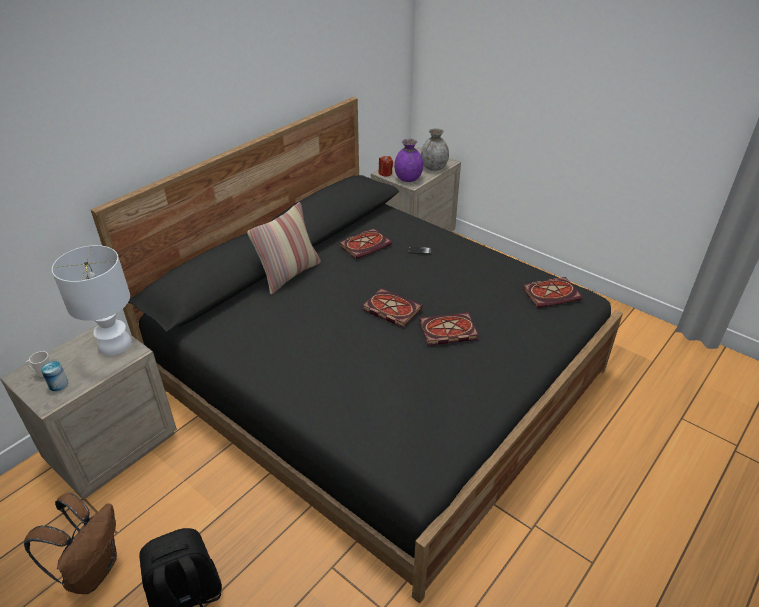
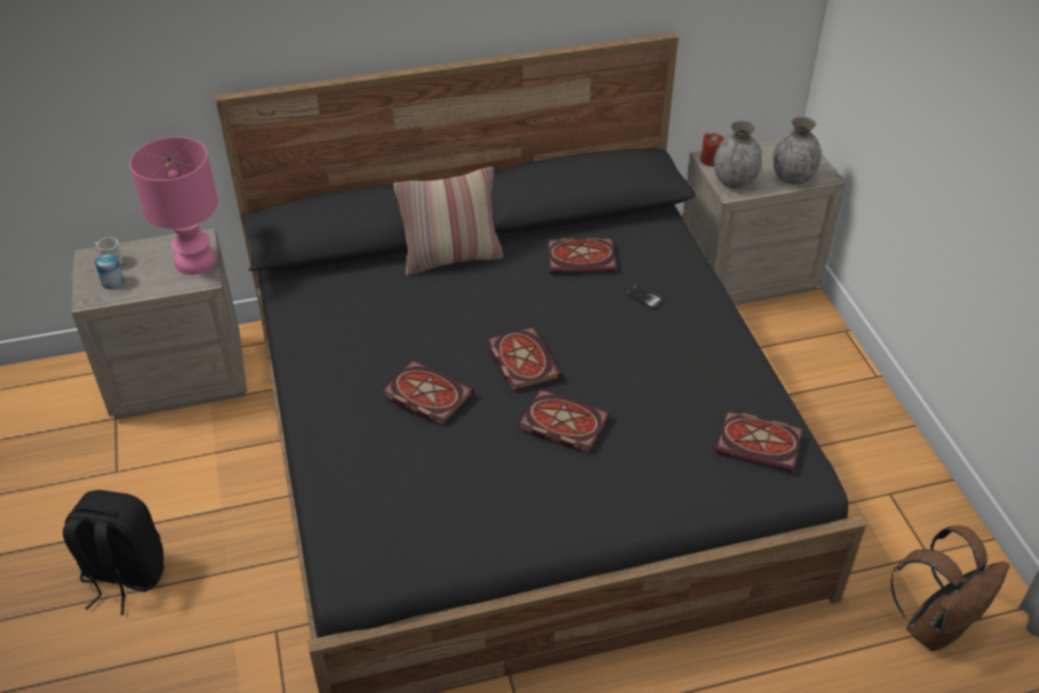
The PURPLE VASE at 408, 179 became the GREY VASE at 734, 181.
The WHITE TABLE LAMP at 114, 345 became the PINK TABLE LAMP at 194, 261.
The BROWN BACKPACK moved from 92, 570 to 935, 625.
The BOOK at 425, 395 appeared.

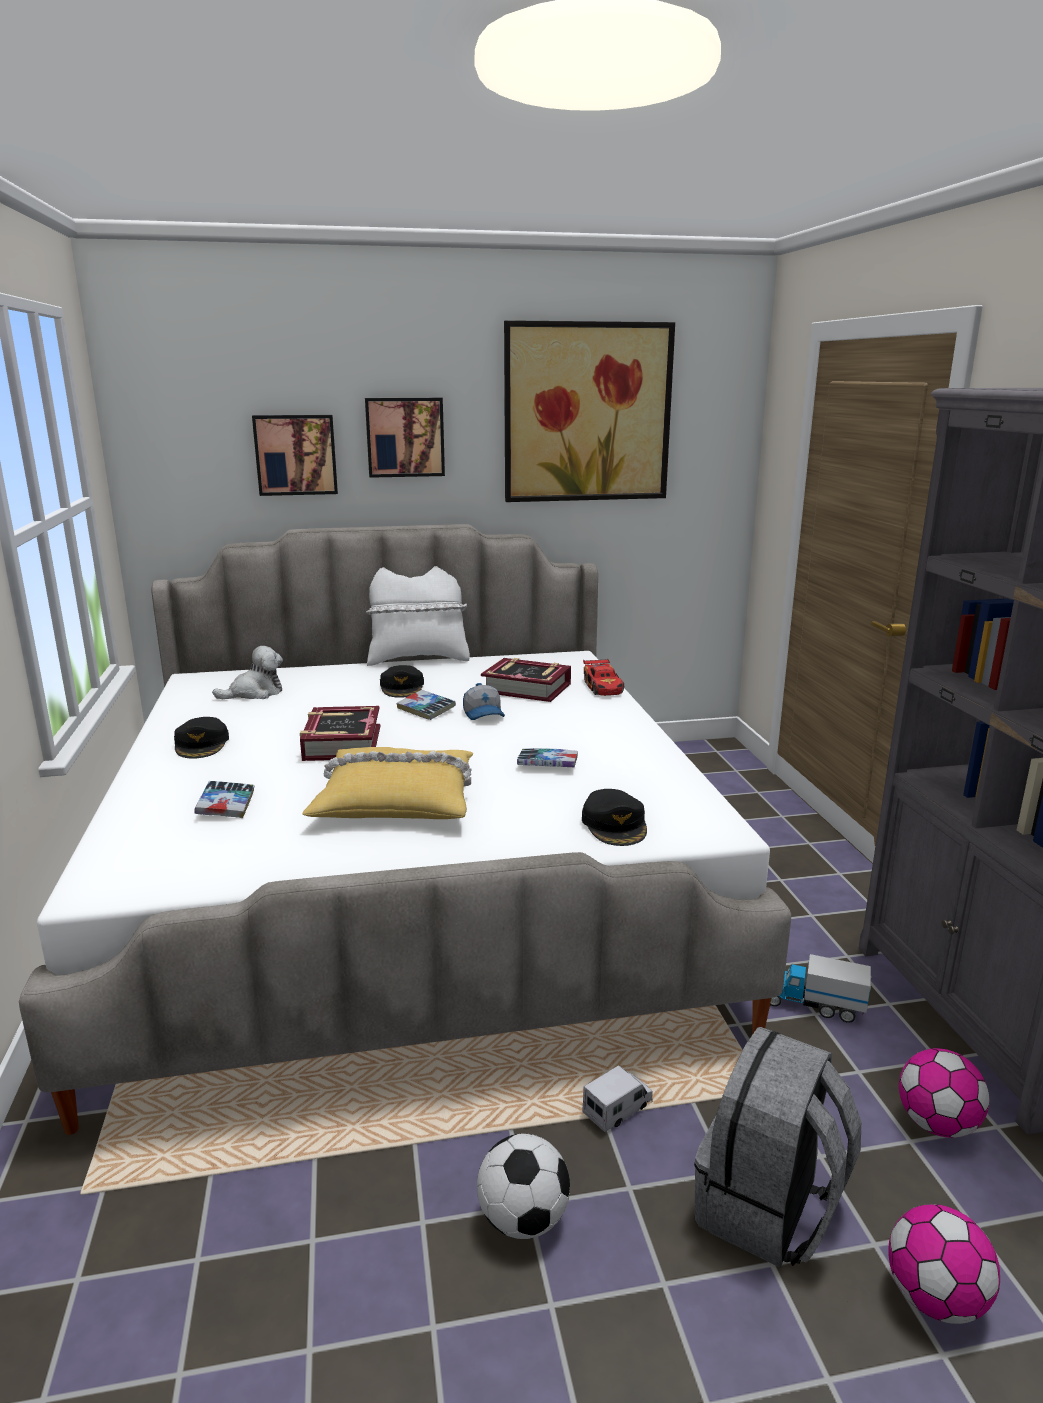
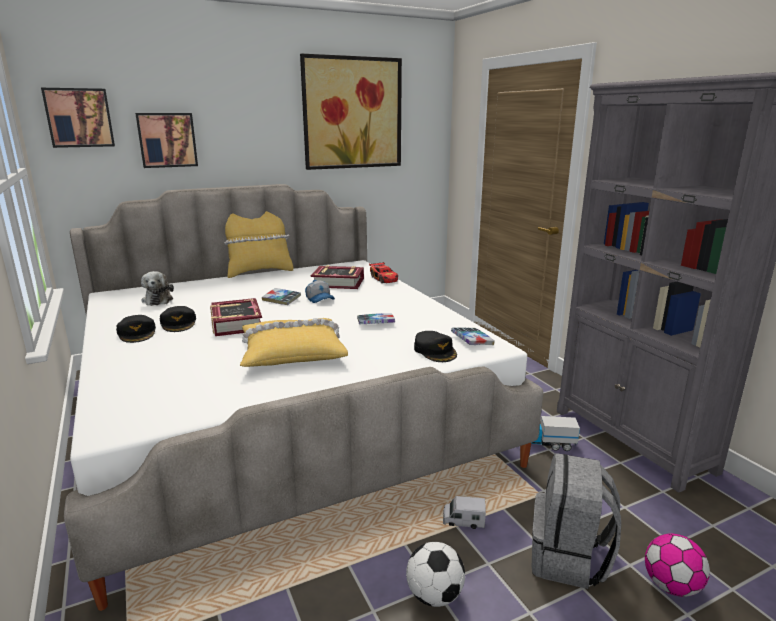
The PICTURE moved from 405, 437 to 79, 118.
The WHITE PILLOW at 417, 659 became the YELLOW PILLOW at 259, 271.
The PLUSH TOY at 254, 693 turned 120 degrees clockwise.
The BLACK CAP moved from 402, 687 to 179, 323.
The BOOK moved from 226, 805 to 472, 340.
The FOOTBALL at 936, 1124 disappeared.
The TOY TRUCK at 618, 1109 turned 120 degrees counterclockwise.

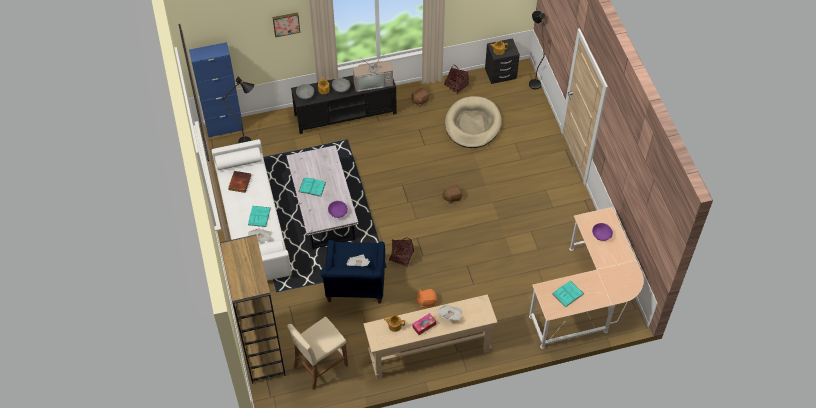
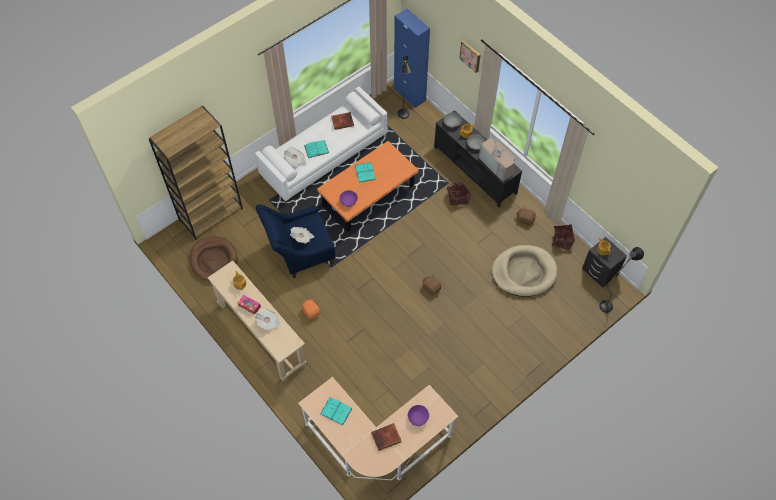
The WHITE COFFEE TABLE at 323, 206 became the ORANGE COFFEE TABLE at 369, 196.
The BASKET moved from 401, 256 to 457, 198.
The BEIGE STOOL at 320, 366 was replaced by the BROWN DOG BED at 214, 260.
The BOOK at 386, 438 appeared.

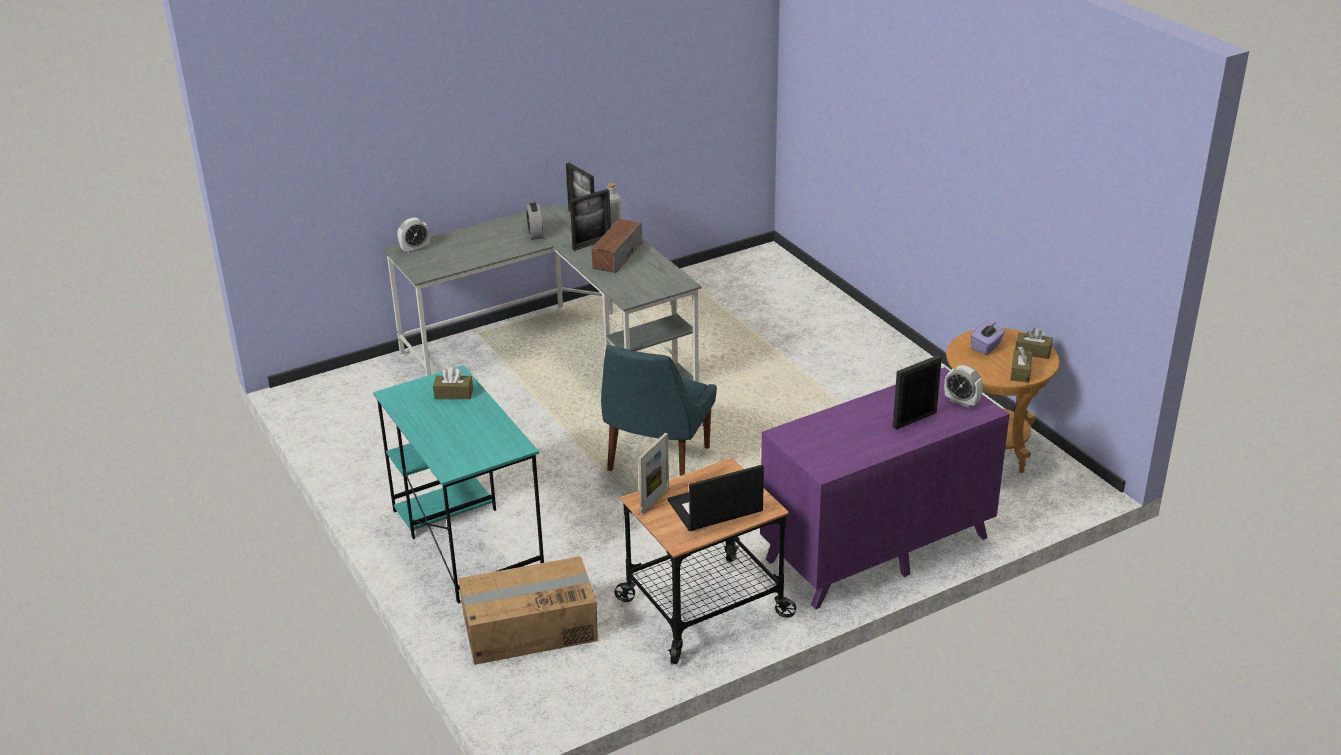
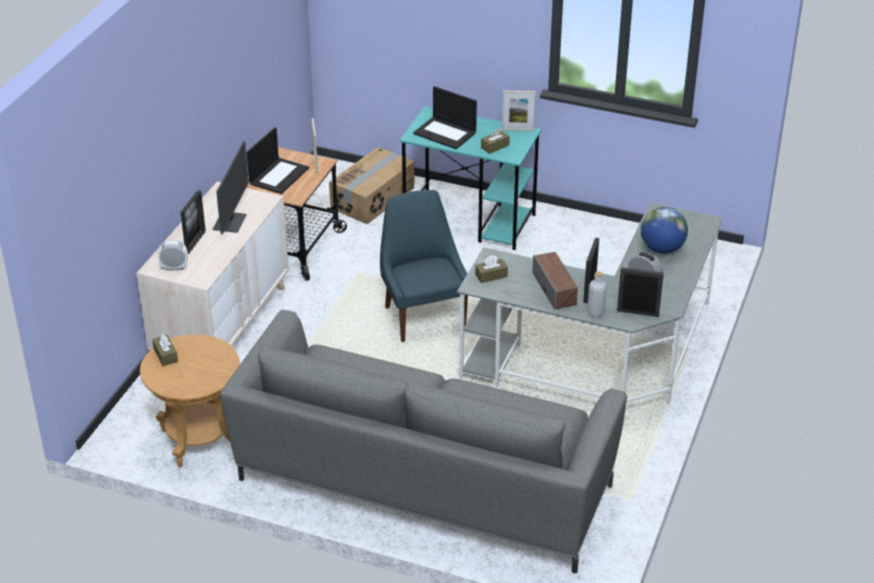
The ALARM CLOCK at 415, 249 disappeared.
The PURPLE TISSUE BOX at 986, 347 disappeared.
The BROWN TISSUE BOX moved from 1032, 352 to 491, 275.
The PURPLE DRESSER at 876, 548 became the BEIGE DRESSER at 222, 325.
The LAPTOP at 445, 133 appeared.
The PICTURE FRAME at 517, 130 appeared.
The MONITOR at 230, 222 appeared.
The GLOBE at 662, 249 appeared.
The GREY SOFA at 423, 484 appeared.

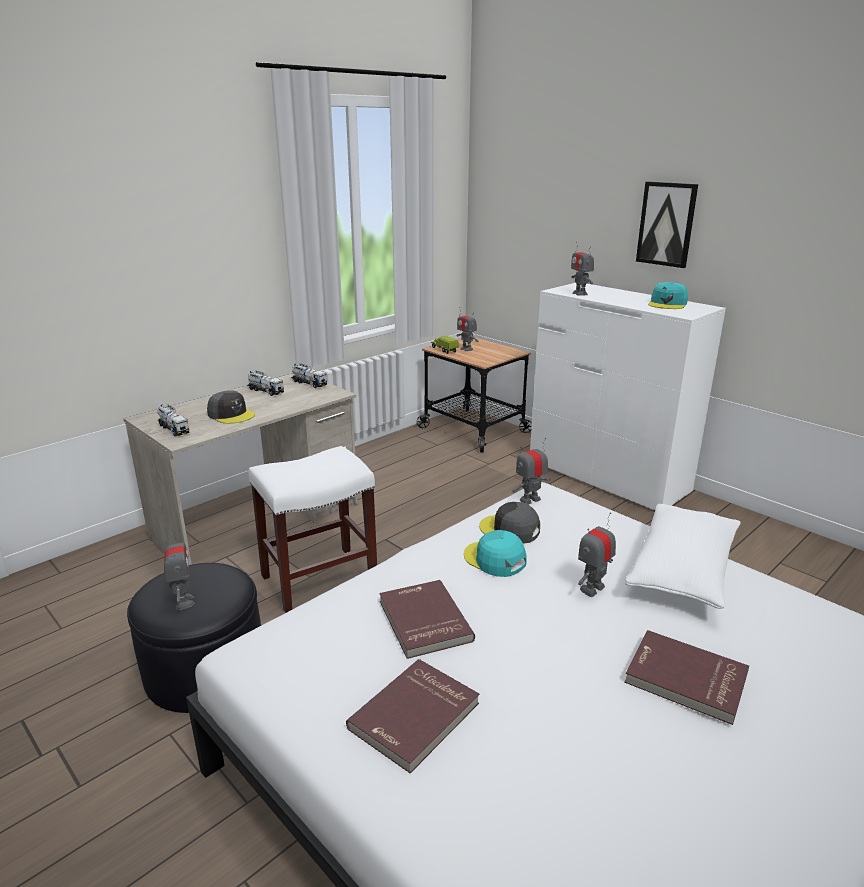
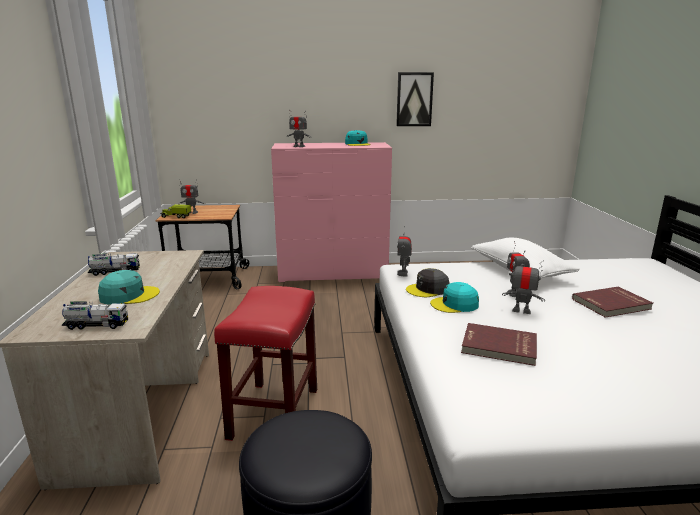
The PICTURE moved from 666, 224 to 414, 99.
The WHITE DRESSER at 607, 477 became the PINK DRESSER at 332, 273.
The TOY TRUCK at 309, 383 disappeared.
The GREY CAP at 231, 414 became the TURQUOISE CAP at 129, 295.
The WHITE STOOL at 318, 580 became the RED STOOL at 275, 413.
The TOY ROBOT moved from 183, 602 to 521, 310.
The RED BOOK at 416, 717 disappeared.

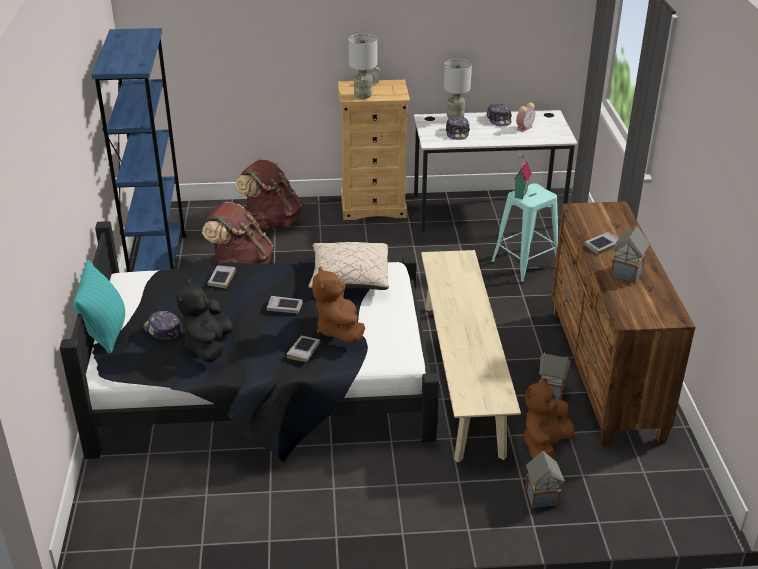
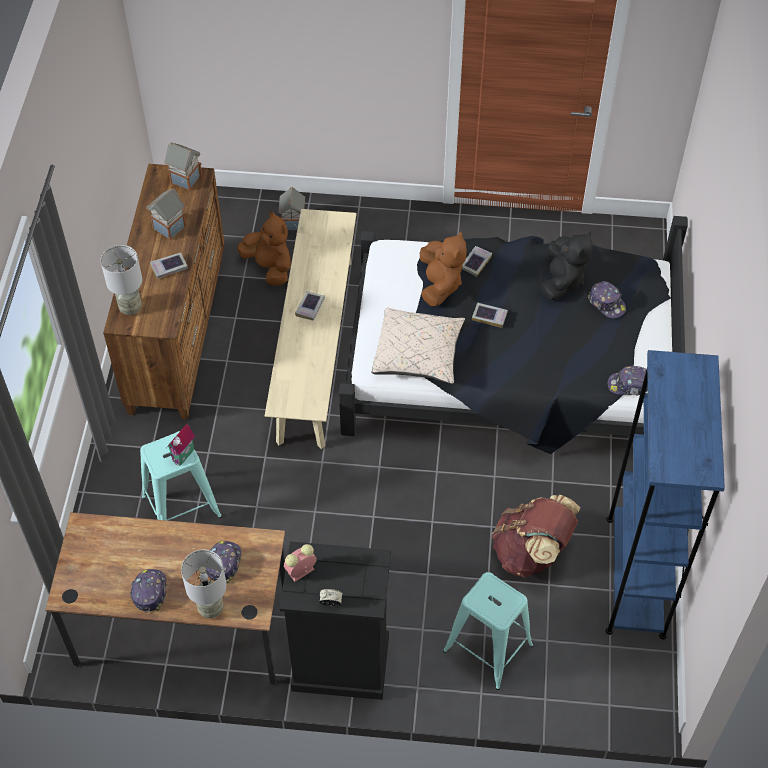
The GREY TABLE LAMP moved from 363, 96 to 130, 307.
The BEIGE DRESSER at 373, 207 became the BLACK DRESSER at 340, 664.
The ALARM CLOCK moved from 524, 128 to 300, 572.
The WHITE DESK at 487, 210 became the BROWN DESK at 183, 630.
The BROWN BACKPACK at 272, 222 was replaced by the TURQUOISE STOOL at 488, 648.
The TURQUOISE PILLOW at 105, 333 disappeared.
The BOOK moved from 221, 279 to 310, 307.
The TOY HOUSE moved from 551, 391 to 185, 179.
The BROWN PLUSH TOY at 544, 445 turned 90 degrees counterclockwise.
The CAP at 629, 385 appeared.

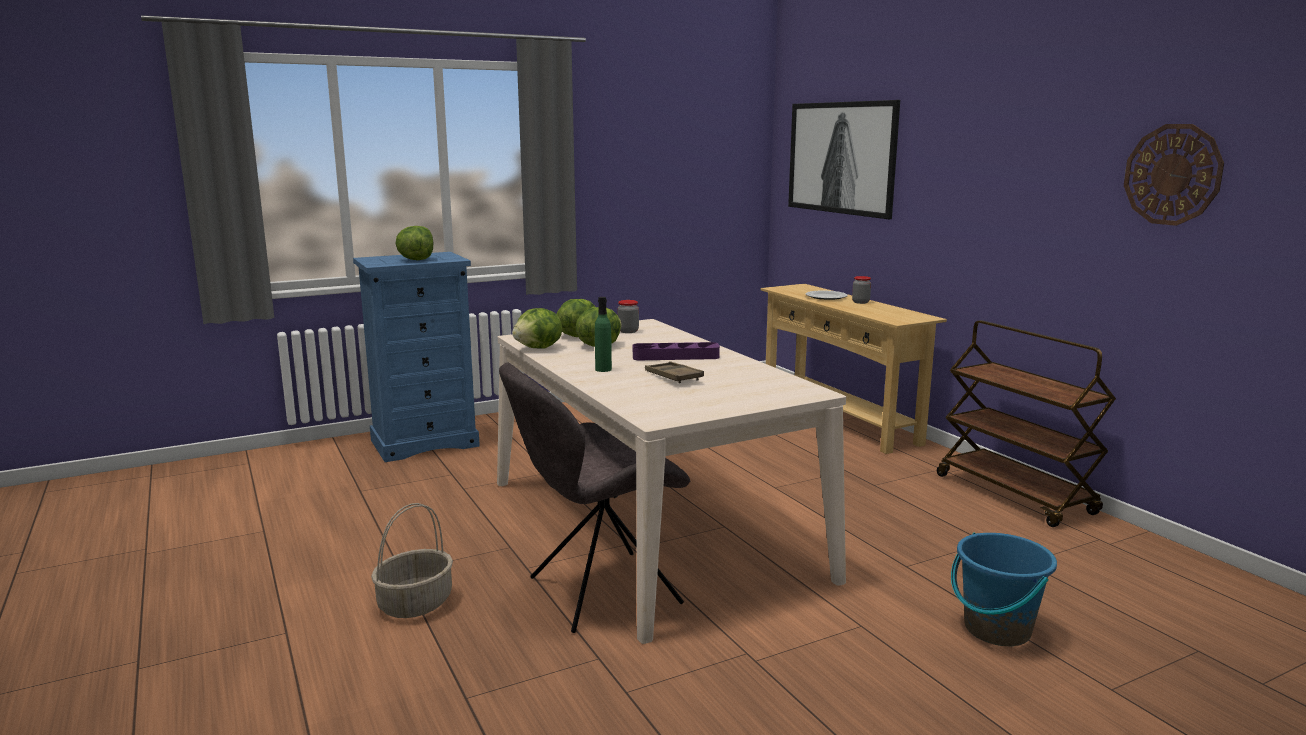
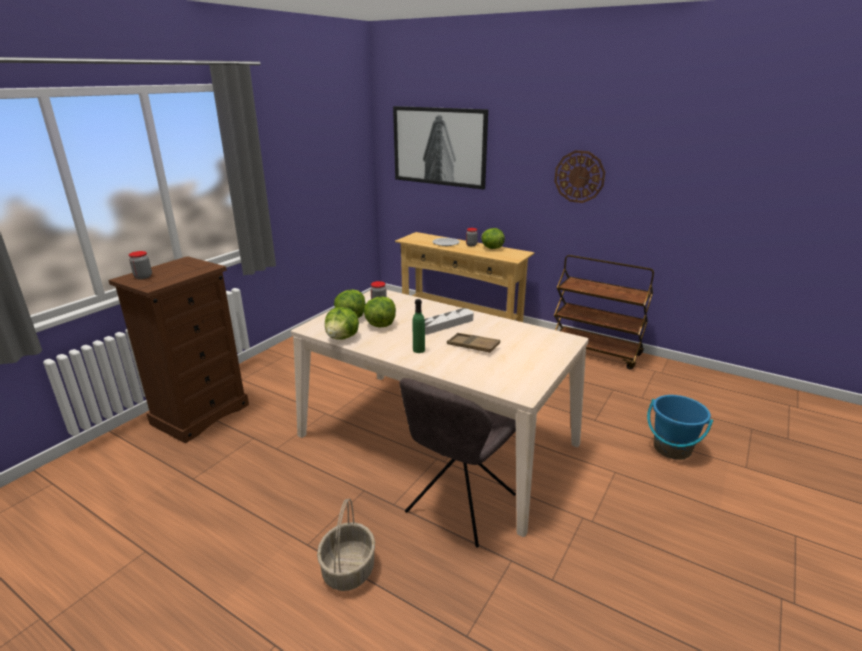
The WALL CLOCK moved from 1172, 174 to 579, 176.
The LETTUCE moved from 416, 260 to 491, 248.
The BLUE DRESSER at 425, 443 became the BROWN DRESSER at 201, 414.
The PURPLE TRAY at 675, 356 became the GREY TRAY at 445, 324.
The JAR at 143, 277 appeared.

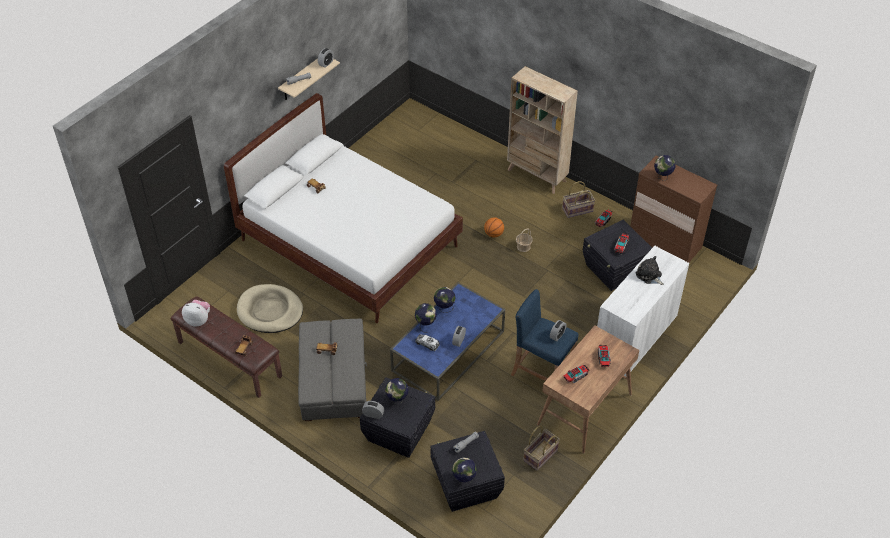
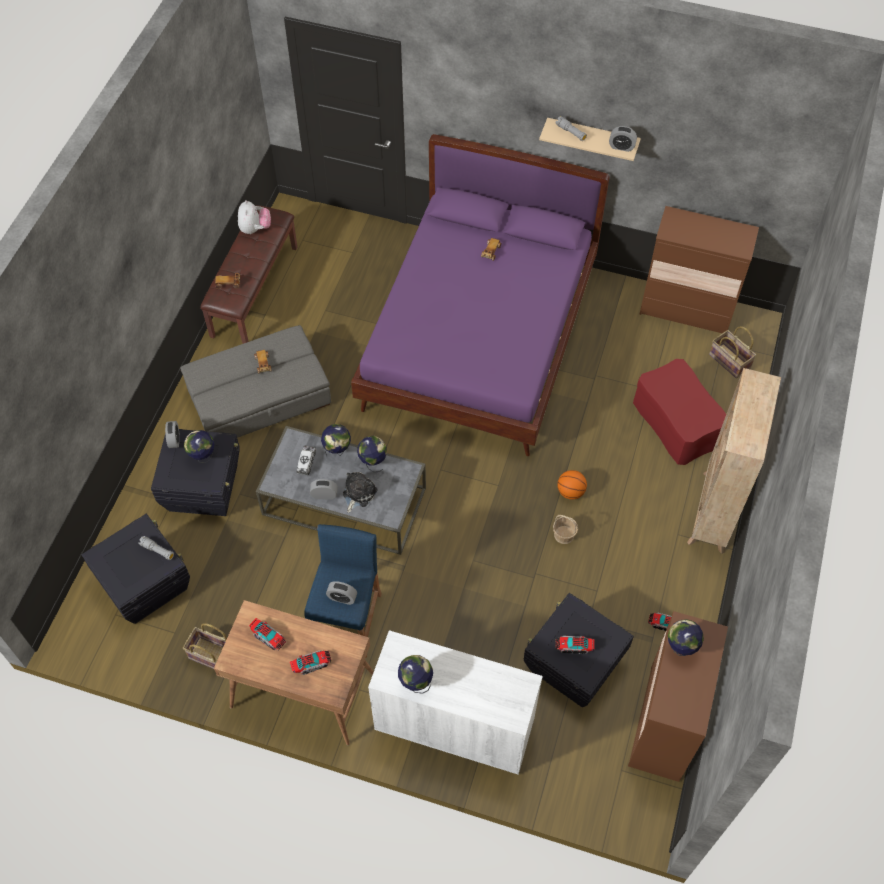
The WHITE BED at 349, 243 became the PURPLE BED at 479, 339.
The BASKET moved from 577, 210 to 729, 361.
The PLUSH TOY moved from 649, 275 to 358, 494.
The BLUE COFFEE TABLE at 448, 351 became the GREY COFFEE TABLE at 344, 502.
The BEIGE DOG BED at 270, 311 disappeared.
The GLOBE moved from 464, 480 to 415, 682.
The BROWN DRESSER at 686, 309 appeared.
The RED OTTOMAN at 677, 423 appeared.

